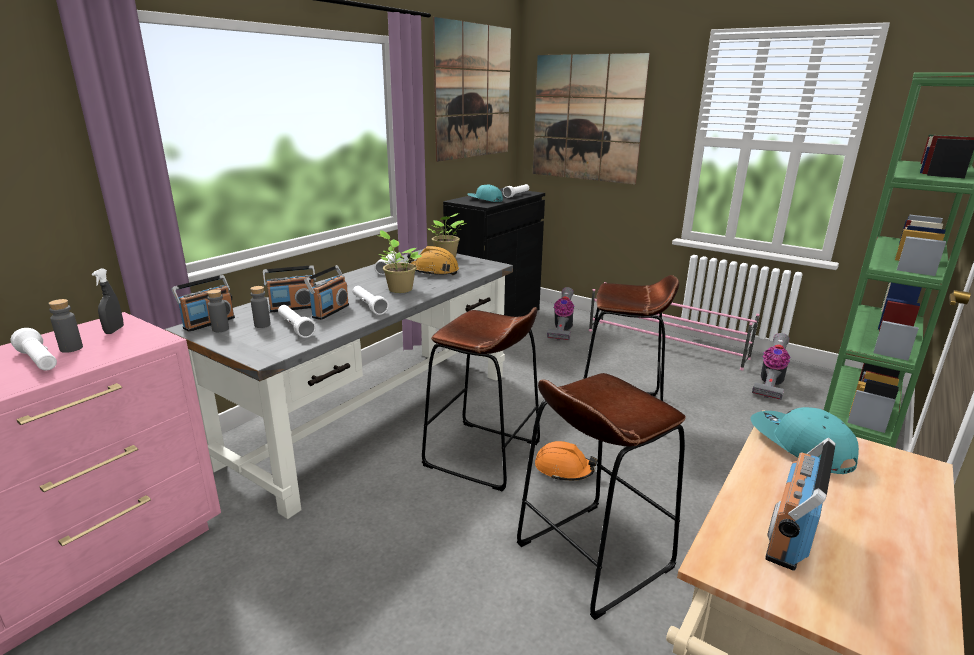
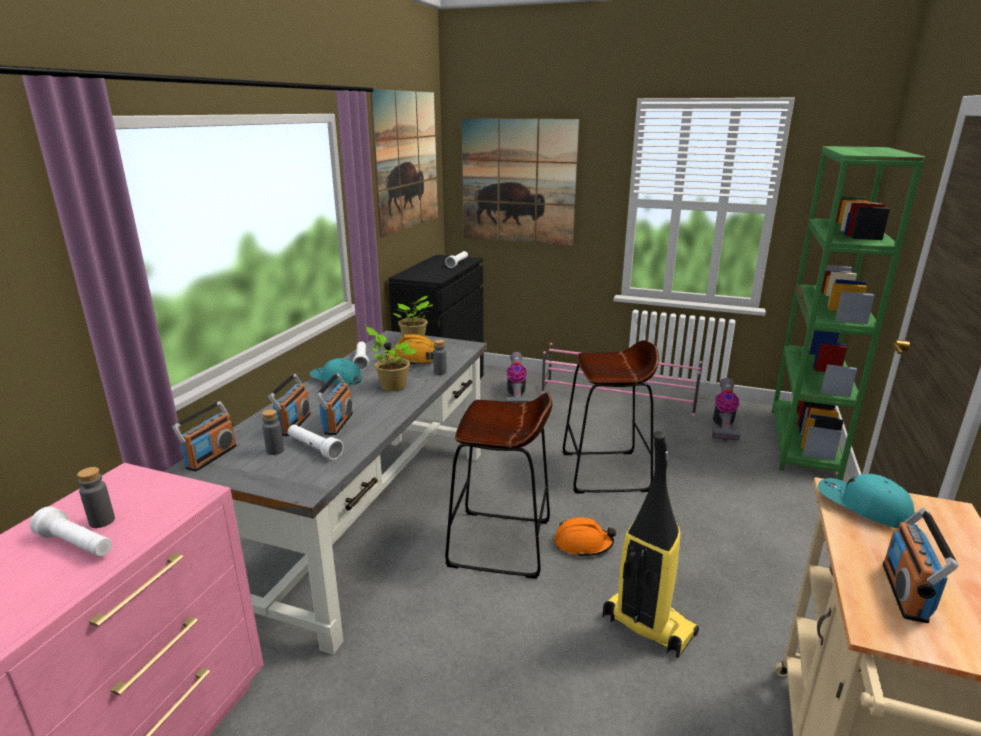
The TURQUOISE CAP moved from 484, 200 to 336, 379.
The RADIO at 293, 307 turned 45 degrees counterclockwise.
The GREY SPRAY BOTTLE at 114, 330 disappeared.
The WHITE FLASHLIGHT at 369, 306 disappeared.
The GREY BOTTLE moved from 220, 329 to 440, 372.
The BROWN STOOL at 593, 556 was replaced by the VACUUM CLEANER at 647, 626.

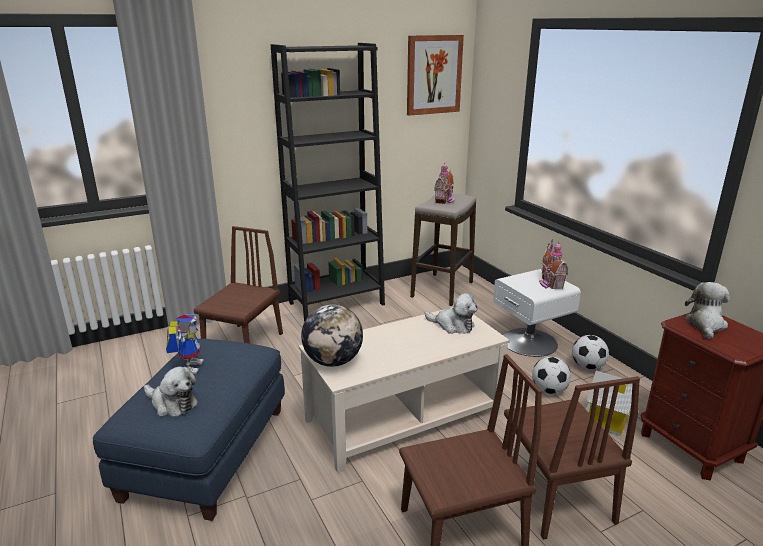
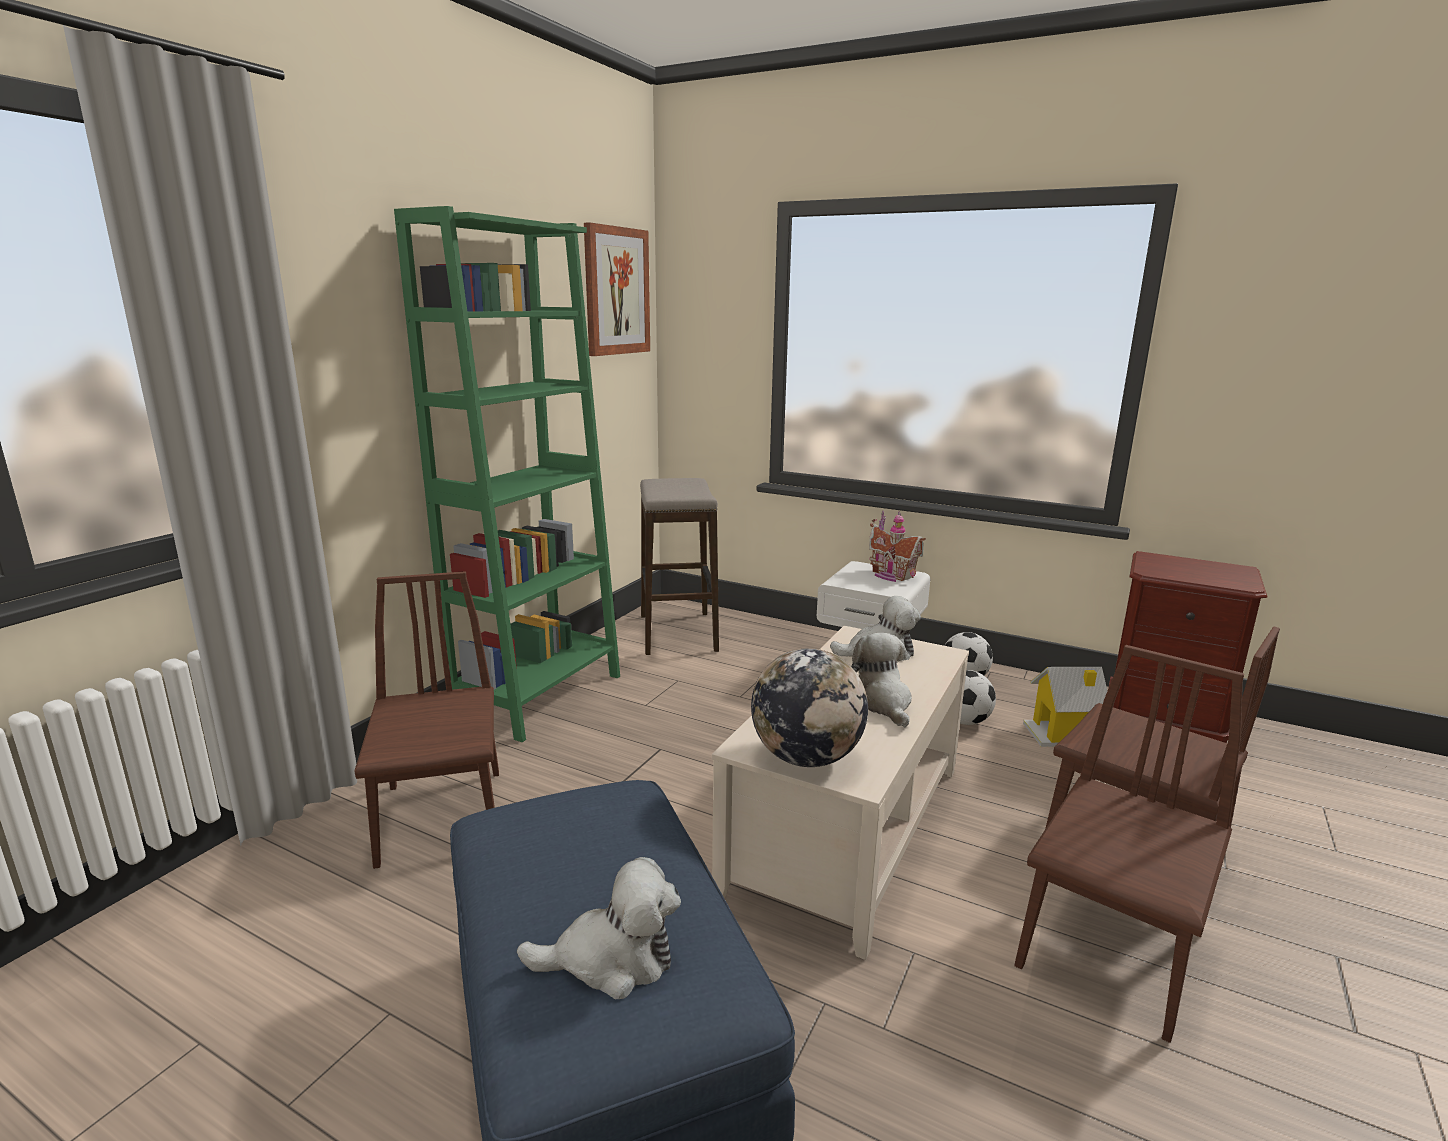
The BLACK BOOKCASE at 336, 303 became the GREEN BOOKCASE at 539, 696.
The TOY HOUSE at 445, 200 disappeared.
The PLUSH TOY moved from 705, 325 to 883, 702.
The TOY ROBOT at 190, 366 disappeared.

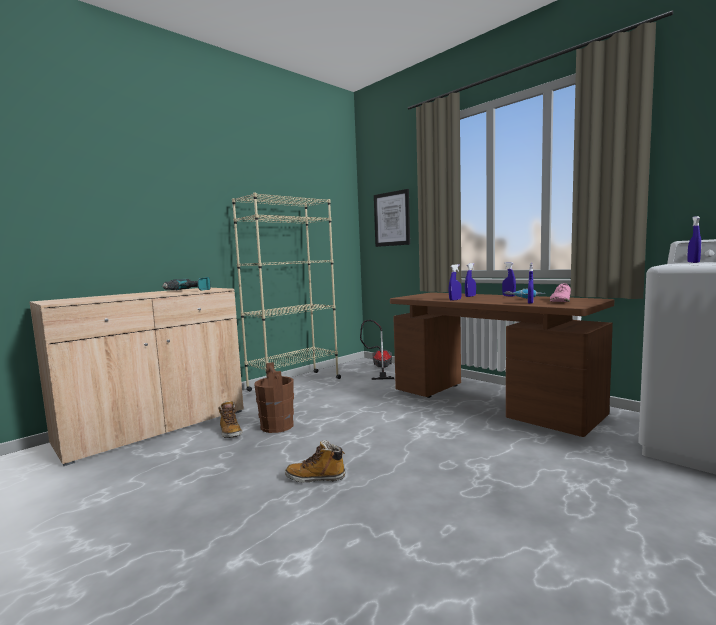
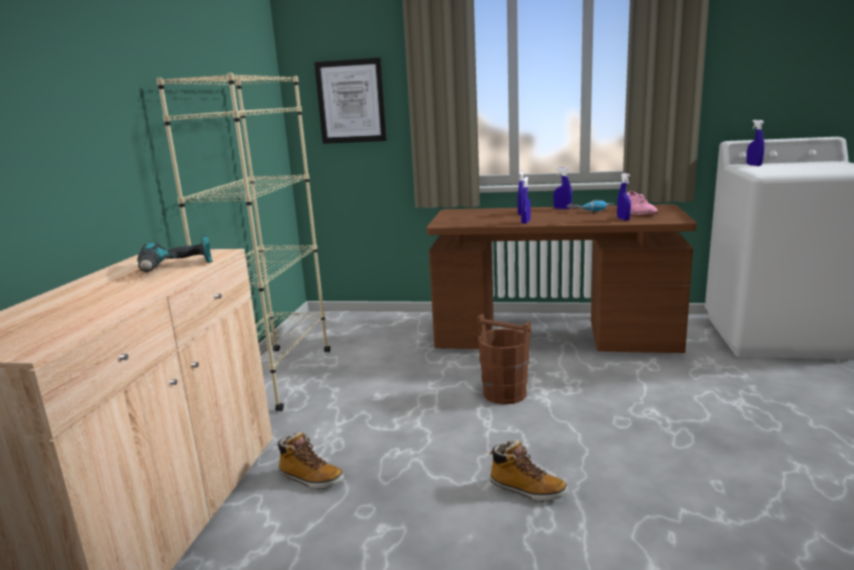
The VACUUM CLEANER at 380, 369 disappeared.
The BROWN BUCKET moved from 277, 426 to 504, 393.
The BOOT at 316, 478 turned 120 degrees counterclockwise.

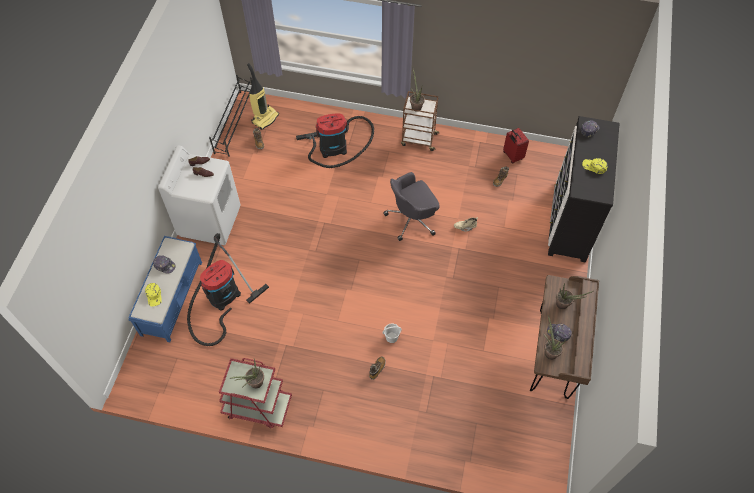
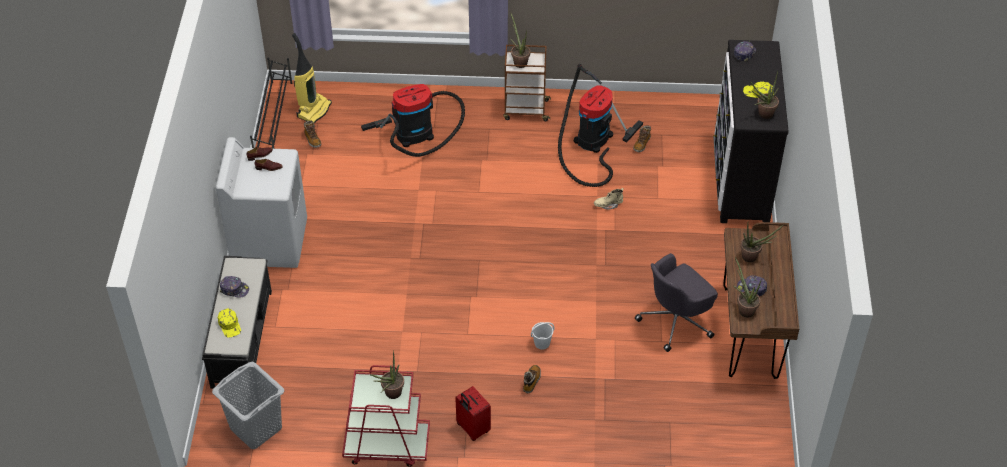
The RED SUITCASE moved from 512, 156 to 472, 429.
The GREY OFFICE CHAIR moved from 412, 219 to 676, 321.
The VACUUM CLEANER moved from 221, 298 to 592, 142.
The BLUE BENCH at 172, 297 became the BLACK BENCH at 242, 337.
The POTTED PLANT at 762, 114 appeared.
The GREY LAUNDRY BASKET at 256, 427 appeared.

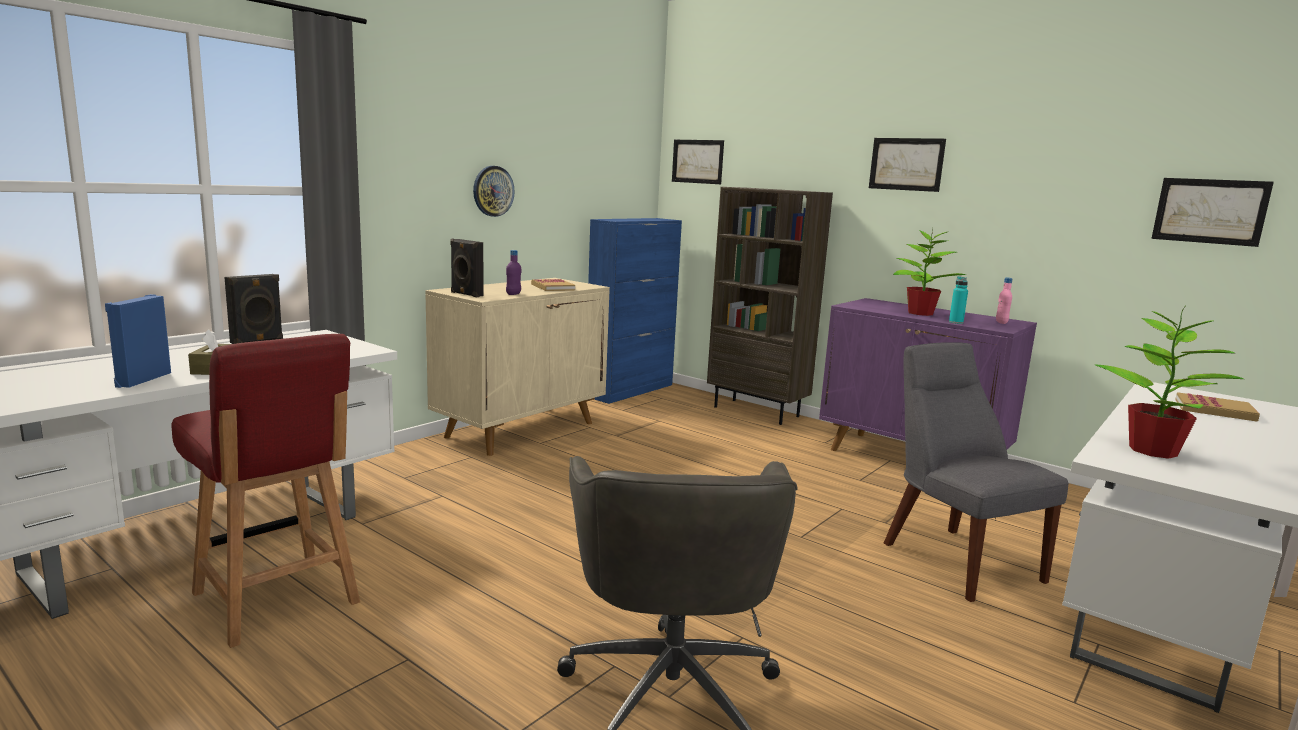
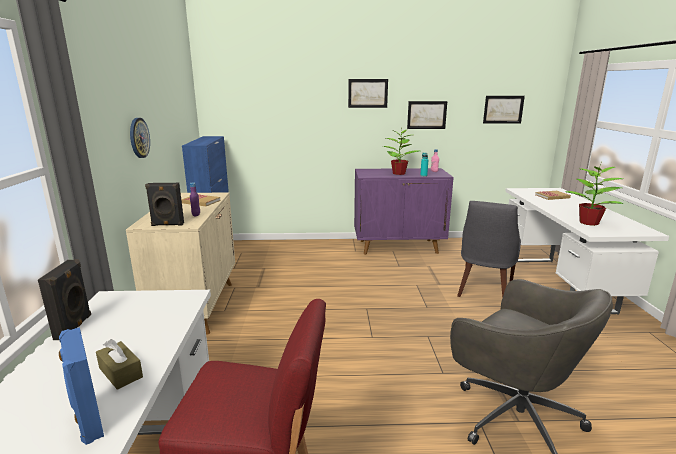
The PICTURE moved from 697, 161 to 426, 115.
The BROWN BOOKCASE at 757, 411 disappeared.
The GREY CHAIR at 955, 559 turned 90 degrees counterclockwise.

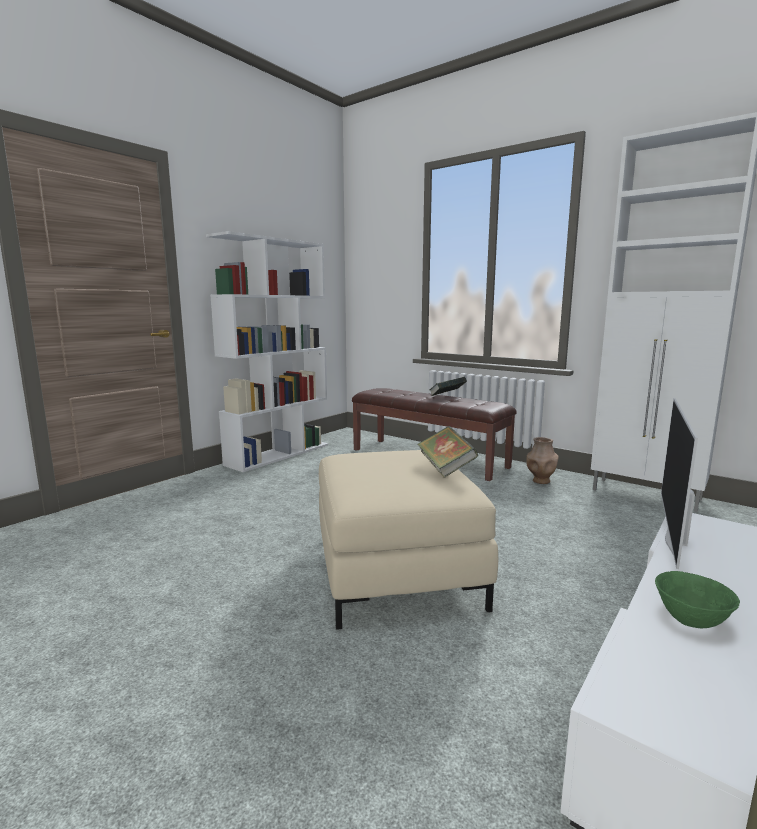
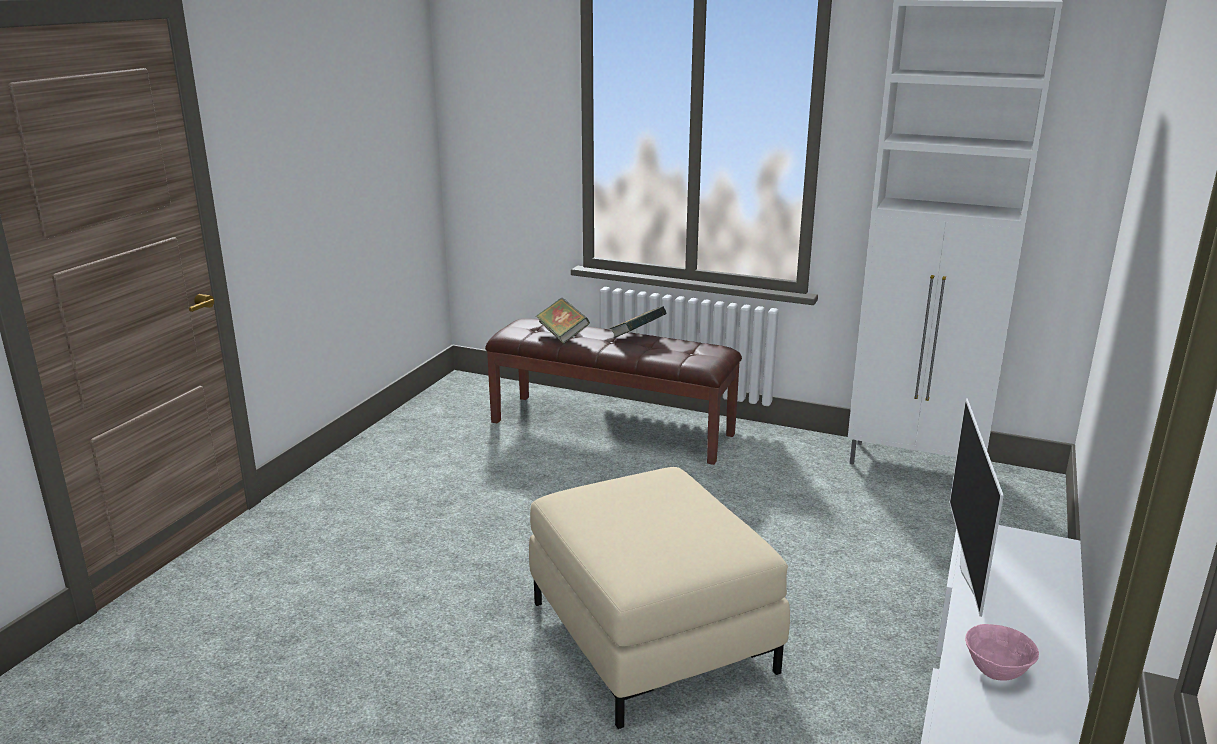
The WHITE BOOKCASE at 279, 454 disappeared.
The BOOK moved from 445, 468 to 562, 335.
The BROWN VASE at 540, 481 disappeared.
The GREEN BOWL at 690, 620 became the PINK BOWL at 996, 671.

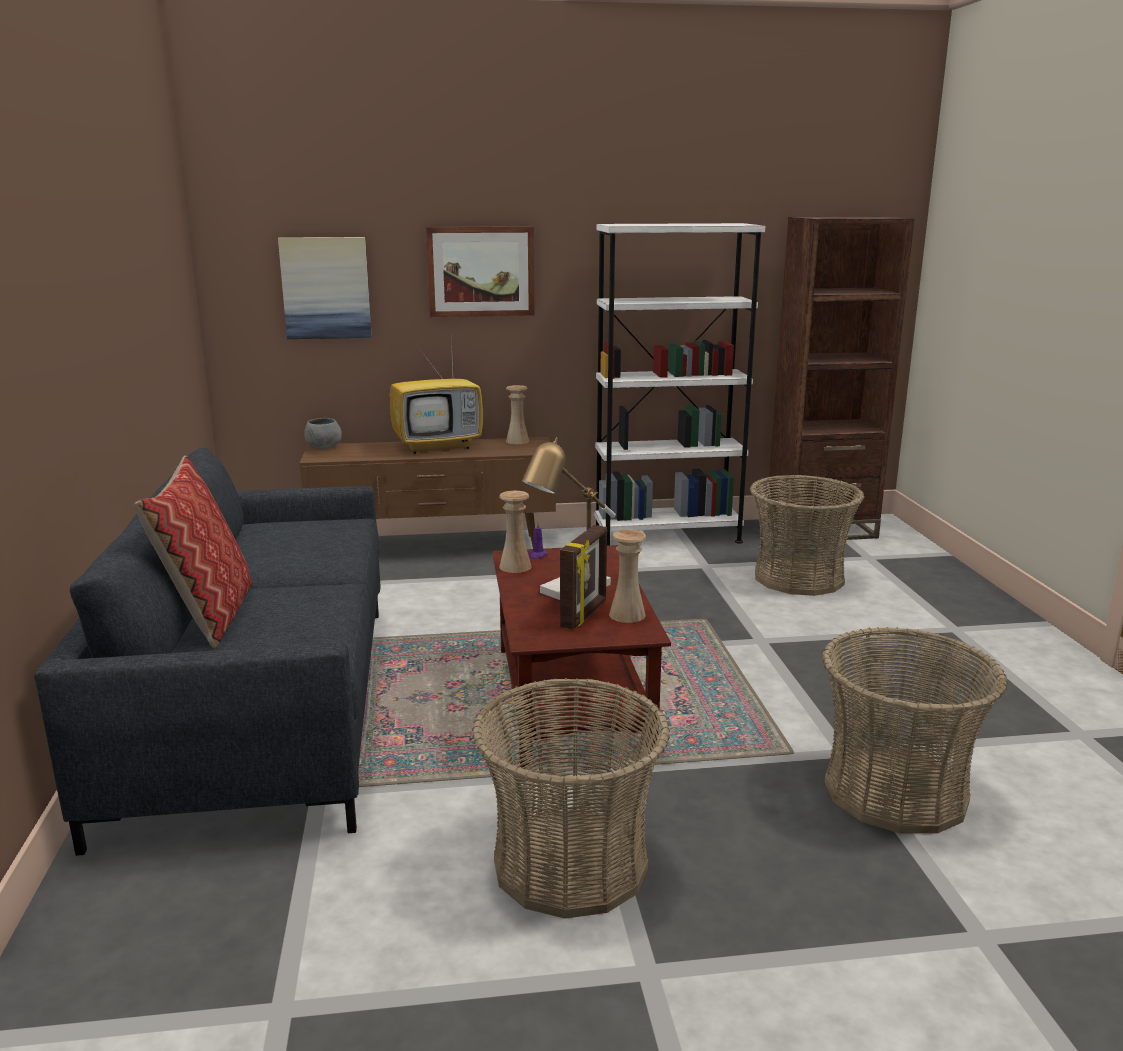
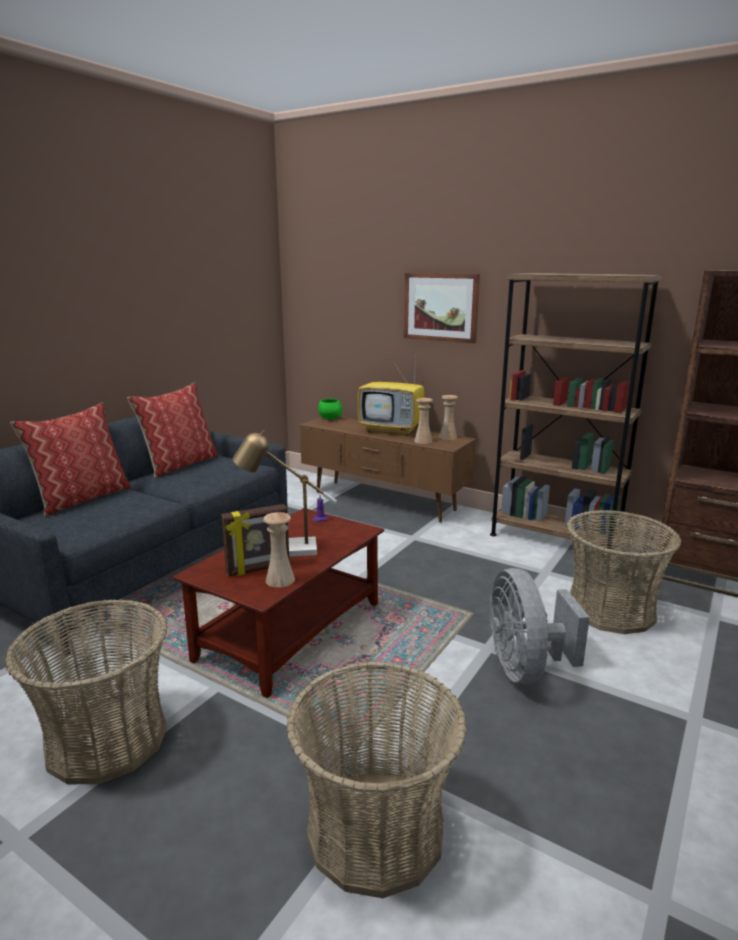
The WHITE BOOKCASE at 667, 535 became the BROWN BOOKCASE at 554, 539.
The PICTURE at 326, 288 disappeared.
The GREY BOWL at 323, 448 became the GREEN BOWL at 330, 418.
The BEIGE VASE moved from 515, 566 to 423, 441.
The PILLOW at 179, 465 appeared.
The GREY FAN at 525, 668 appeared.

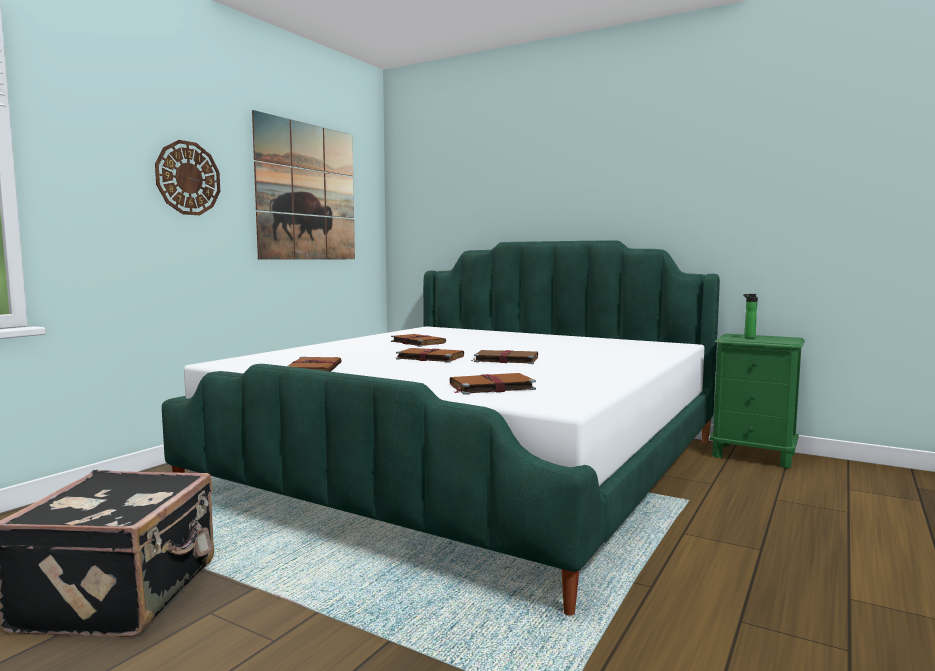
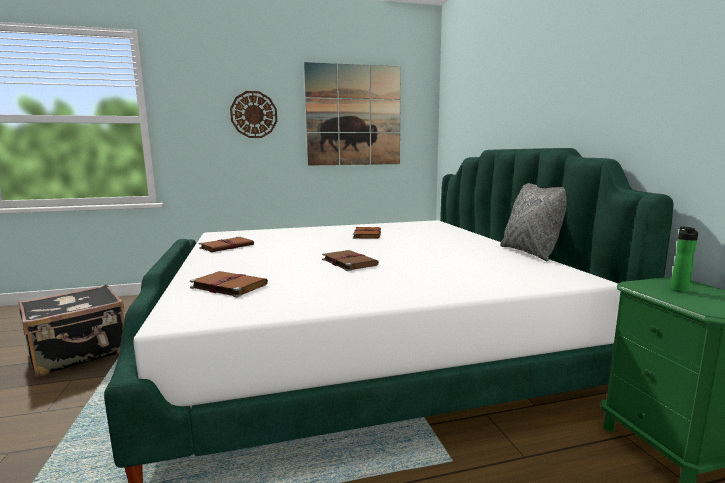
The BROWN BOOK at 429, 358 disappeared.
The GREY PILLOW at 530, 253 appeared.

